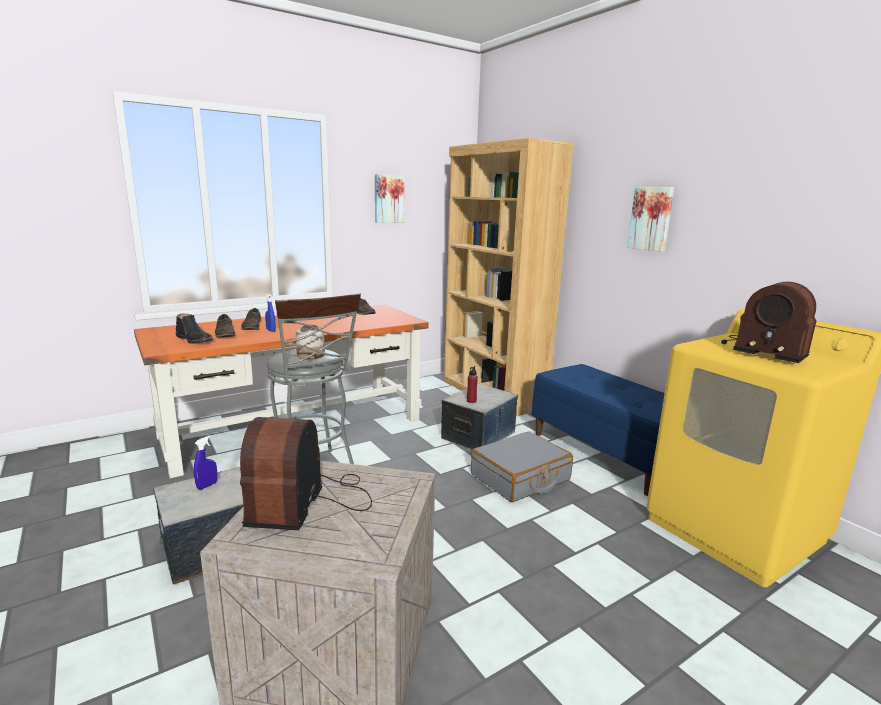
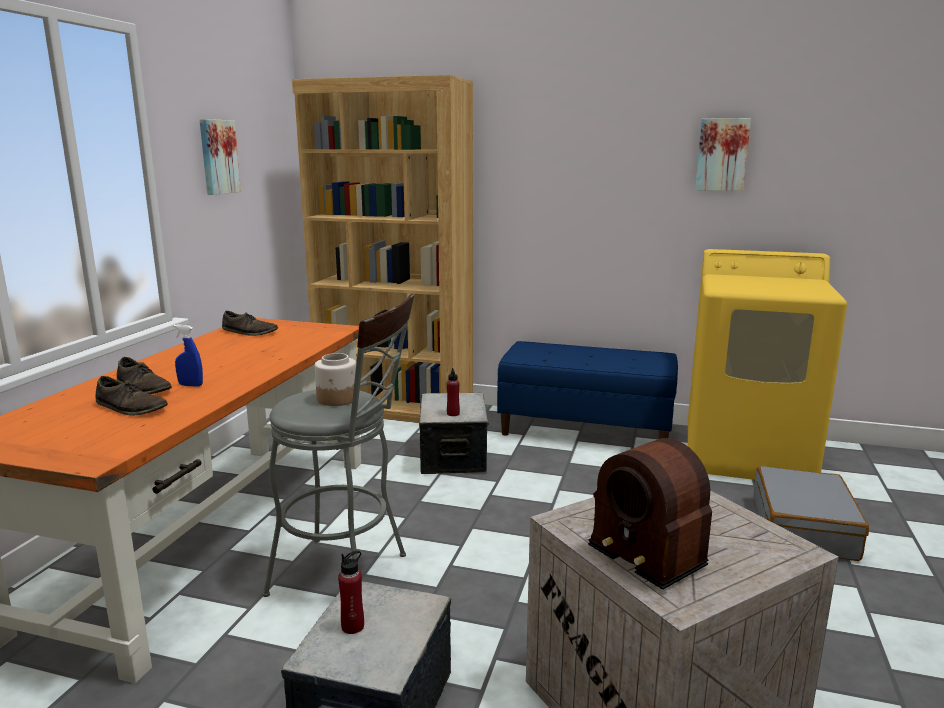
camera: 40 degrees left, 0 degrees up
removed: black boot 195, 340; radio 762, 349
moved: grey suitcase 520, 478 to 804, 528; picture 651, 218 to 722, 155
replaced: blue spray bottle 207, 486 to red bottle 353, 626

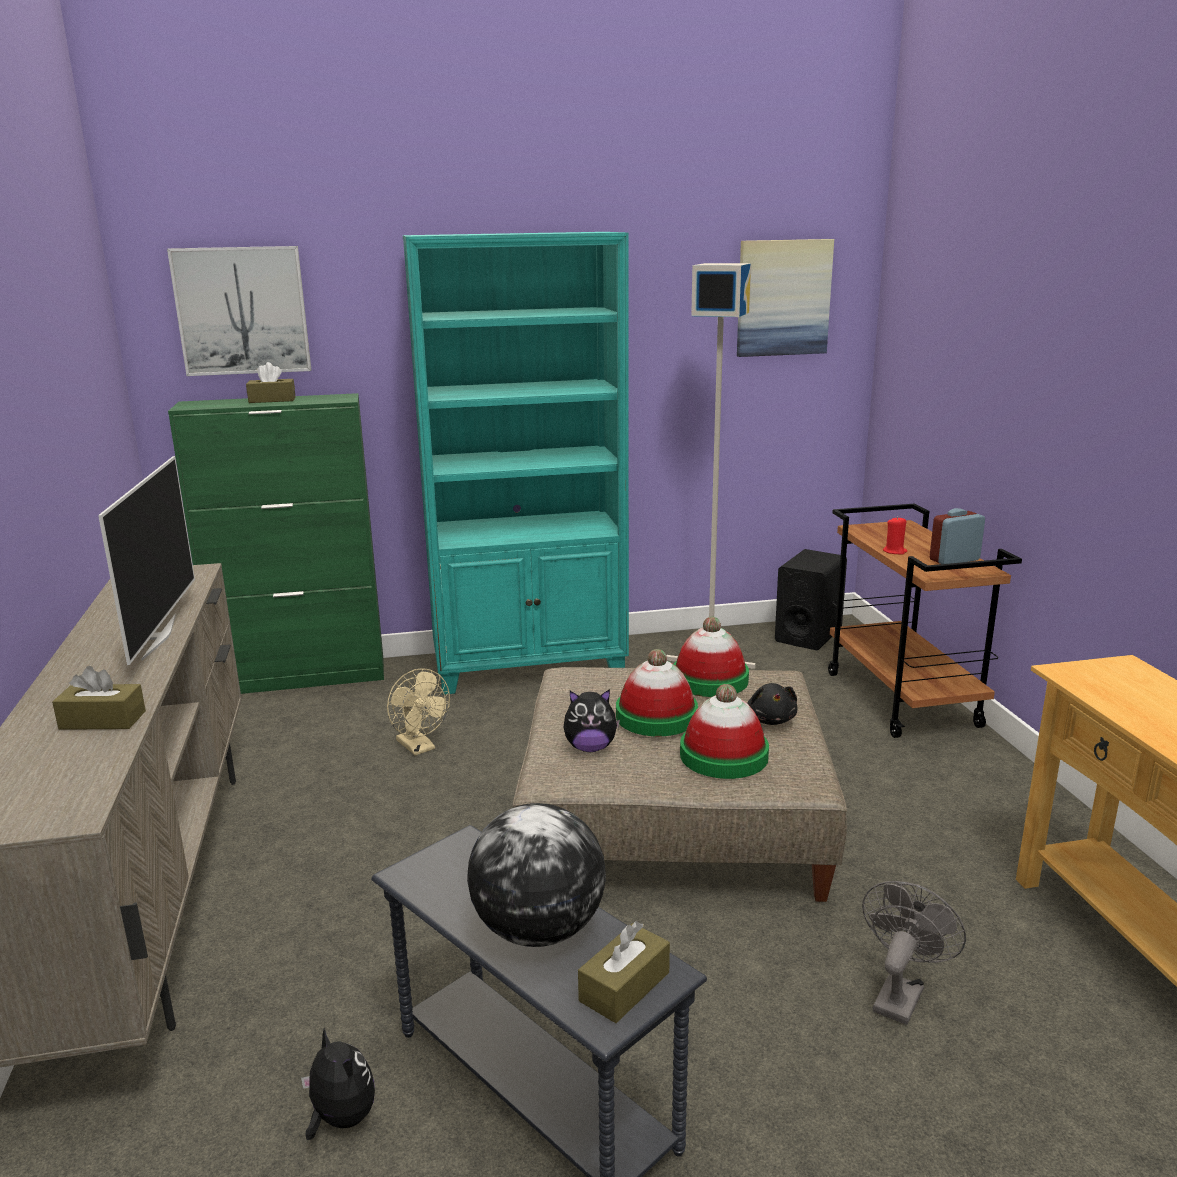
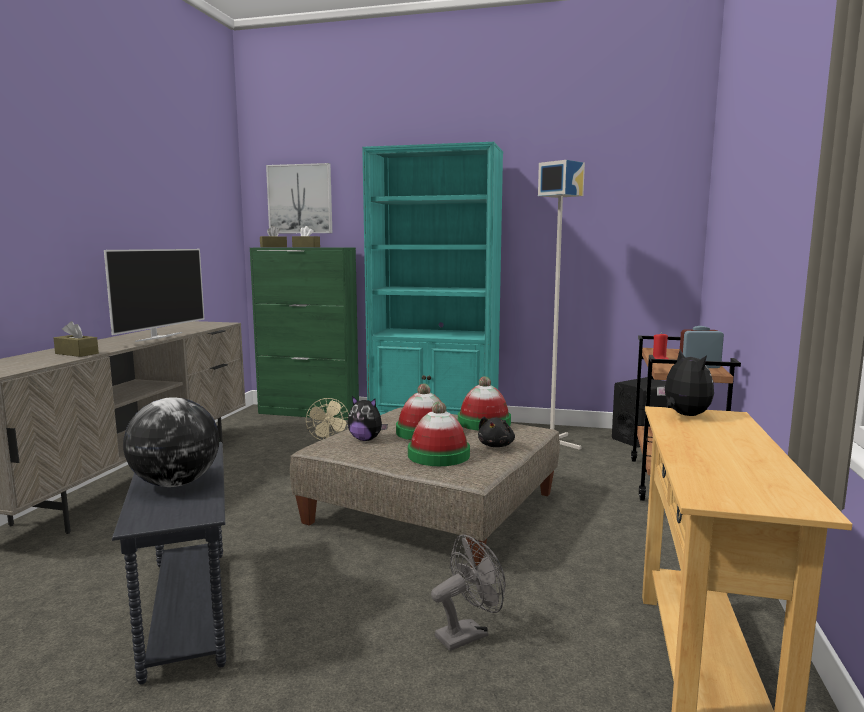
camera: 25 degrees right, 10 degrees down
removed: picture 783, 298
moved: plush toy 340, 1119 to 683, 415; brown tissue box 624, 986 to 273, 247

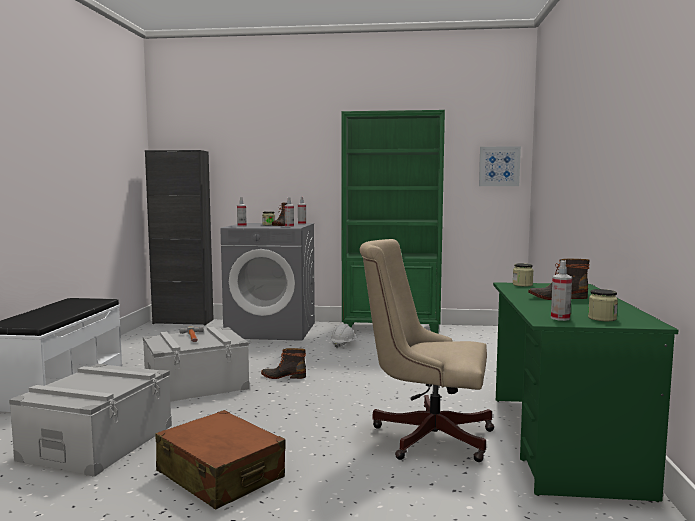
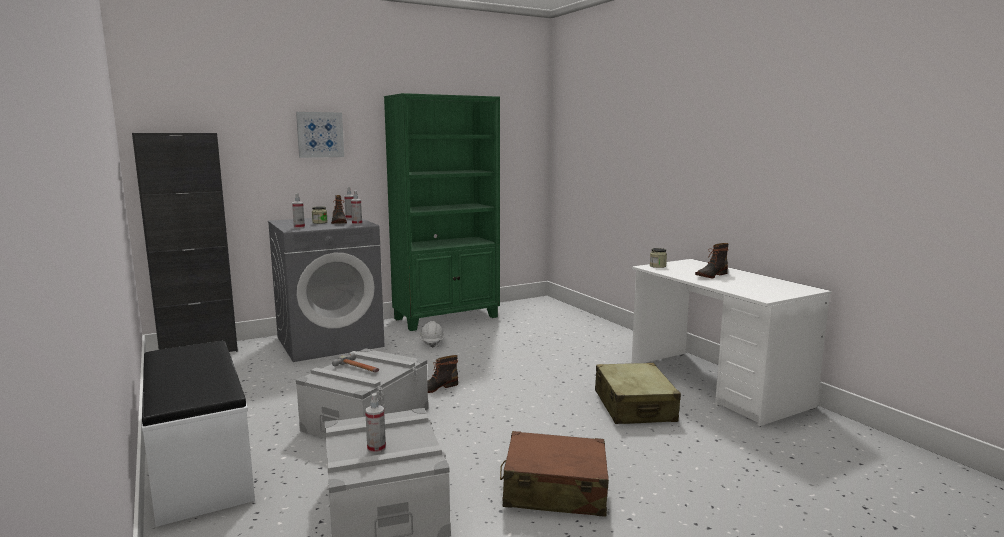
camera: 35 degrees left, 5 degrees up
removed: jar 602, 318
moved: picture 499, 166 to 320, 134; spray bottle 560, 318 to 376, 448
replaced: beige office chair 425, 435 to beige suitcase 634, 406
recoloured: green desk 562, 442 to white desk 716, 385

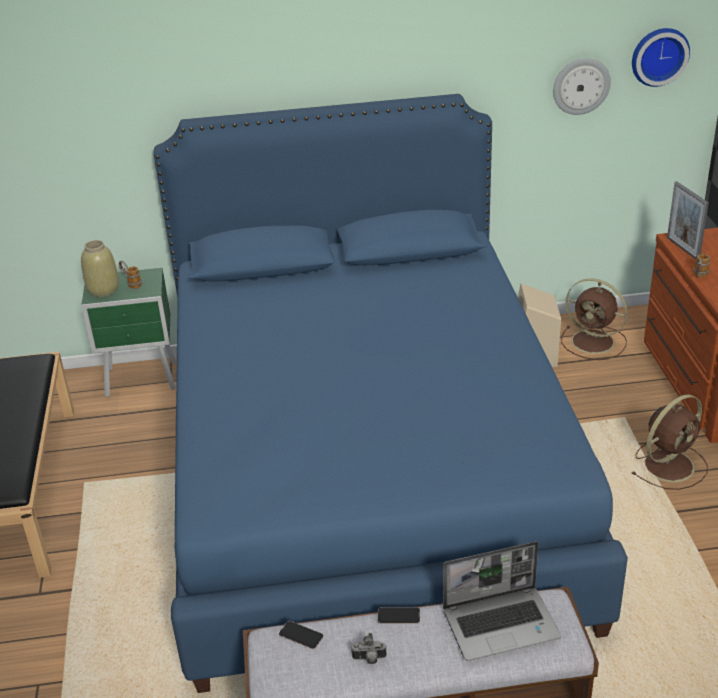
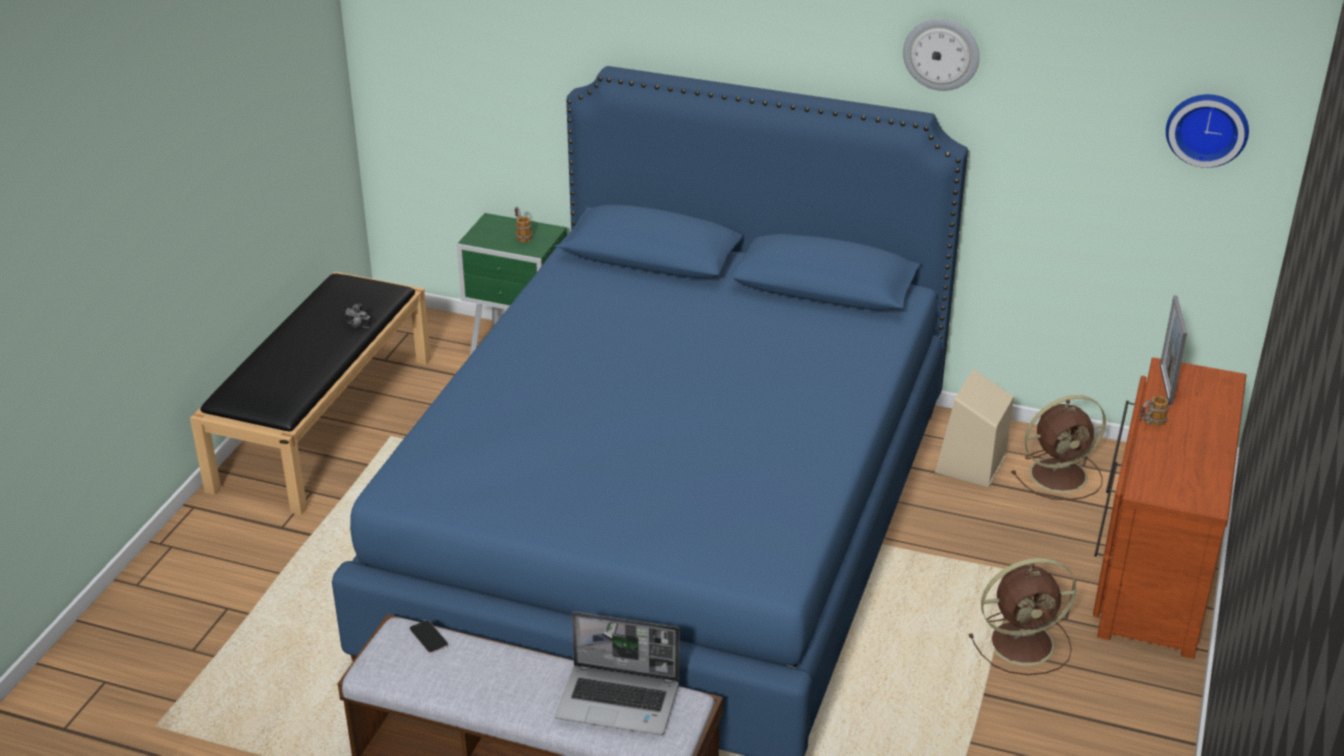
camera: 25 degrees right, 0 degrees up
removed: beige vase 103, 290; phone 398, 616
moved: photo camera 369, 659 to 357, 326; wall clock 581, 86 to 941, 53
turned: brown fan 594, 342 = 1060, 475 75 degrees counterclockwise

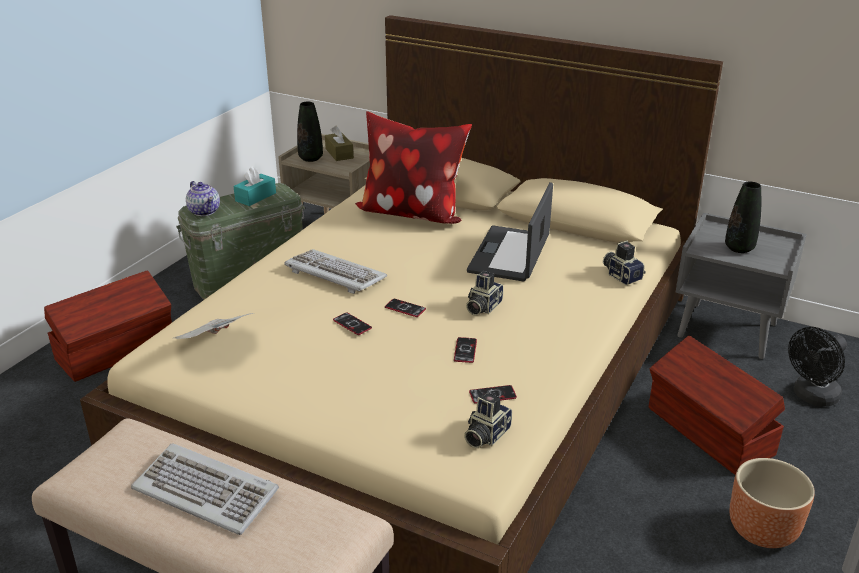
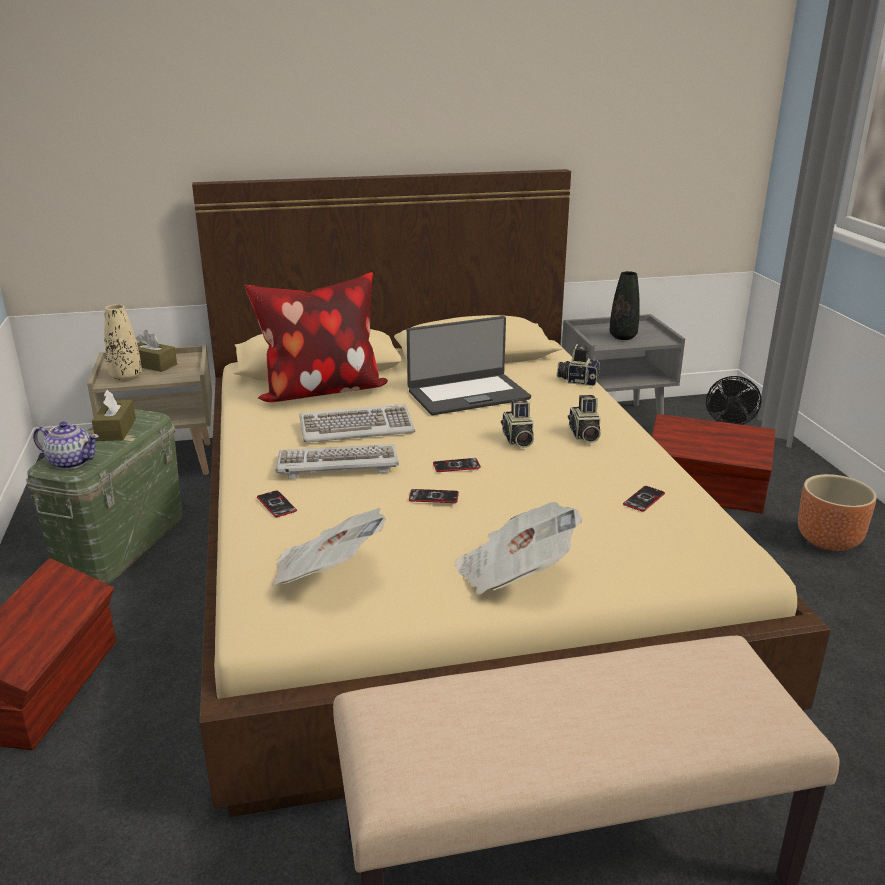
camera: 40 degrees left, 5 degrees down
added: newspaper 514, 574
moved: keyboard 207, 491 to 357, 427; phone 465, 350 to 276, 504; photo camera 485, 435 to 584, 435
recoloured: turquoise tissue box 255, 197 to brown tissue box 116, 430; black vase 310, 158 to beige vase 126, 377
turned: laptop 510, 254 = 468, 394 90 degrees counterclockwise

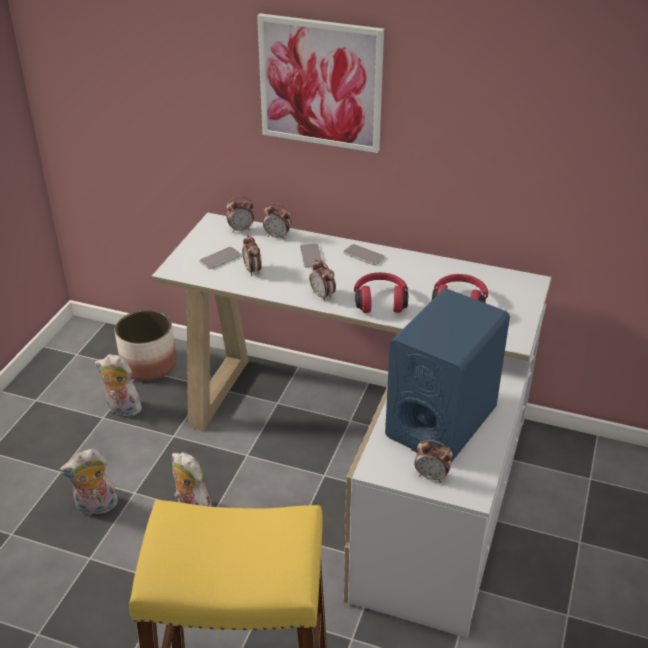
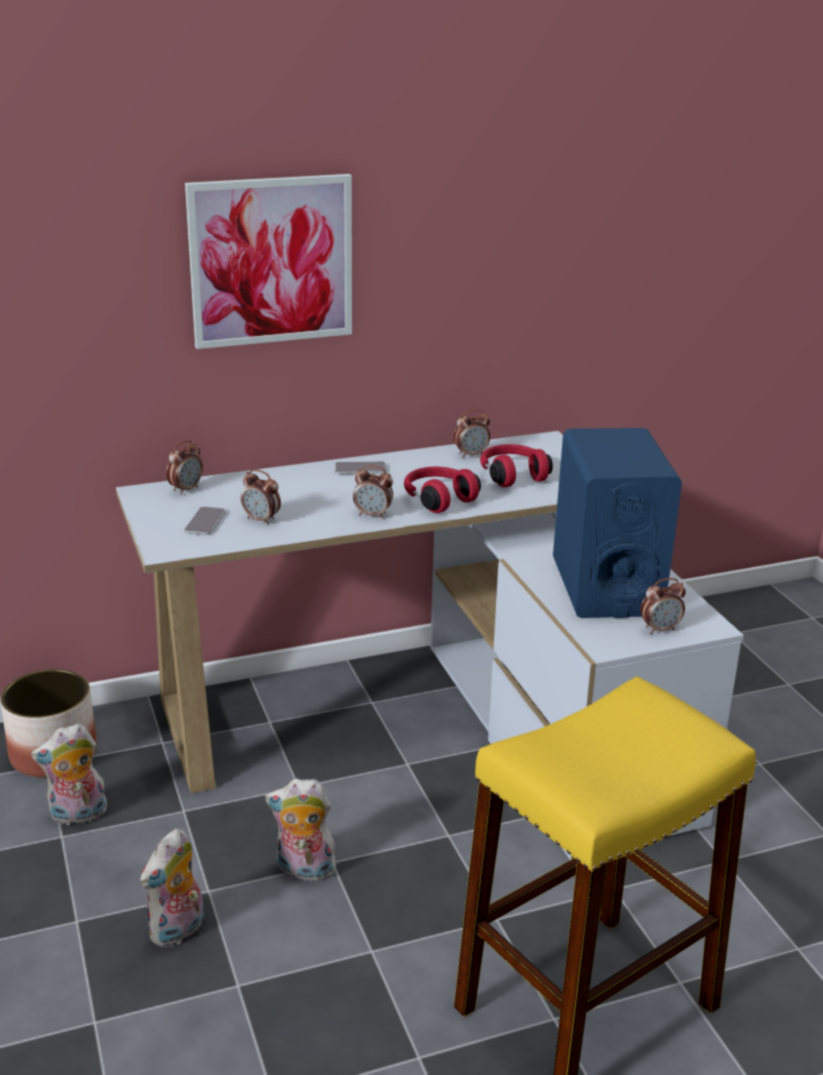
camera: 40 degrees left, 10 degrees down
removed: phone 311, 256
moved: alarm clock 277, 236 to 471, 455

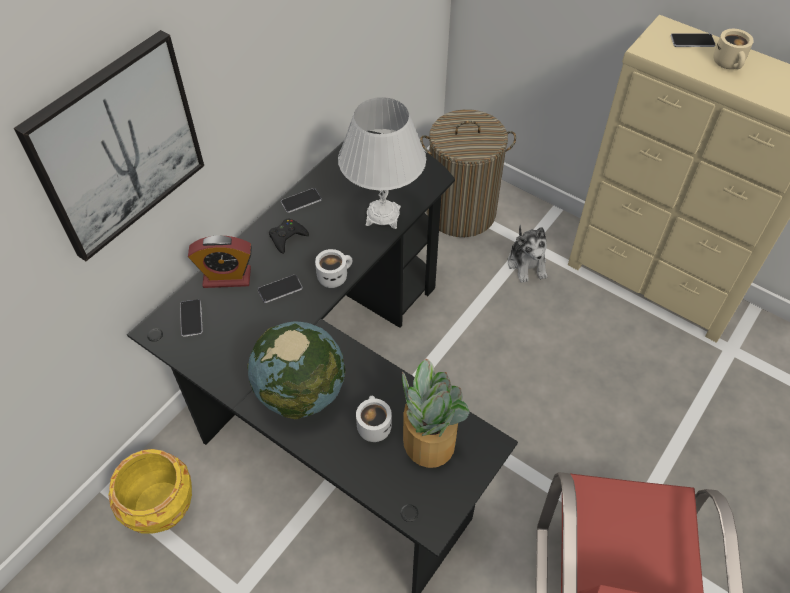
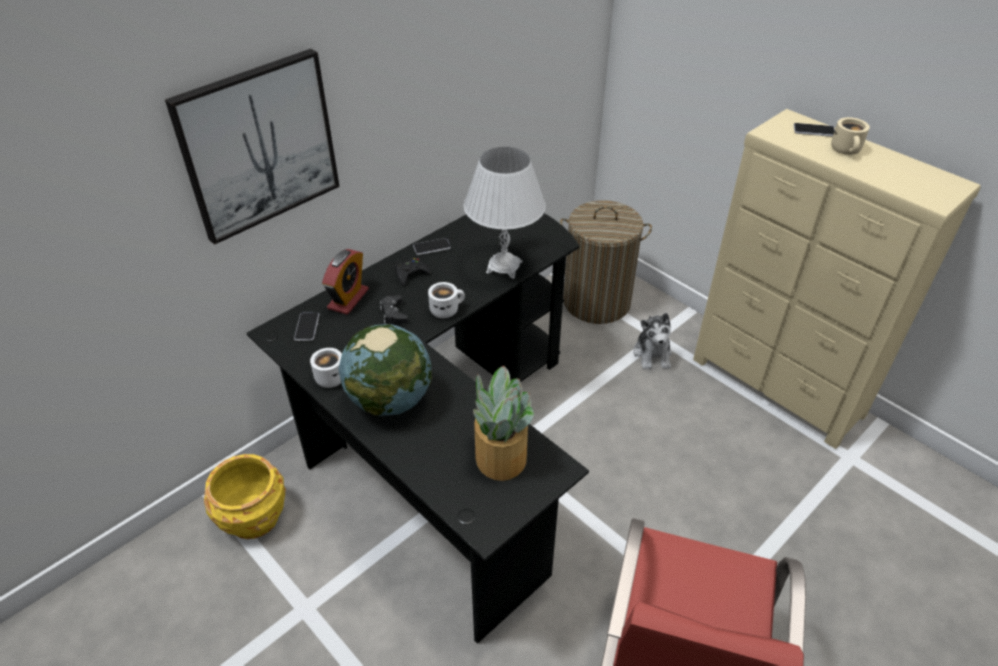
camera: 10 degrees right, 10 degrees down
moved: white mug 372, 426 to 330, 376
replaced: phone 280, 289 to black game controller 393, 314
turned: alarm clock 227, 277 = 348, 299 75 degrees counterclockwise

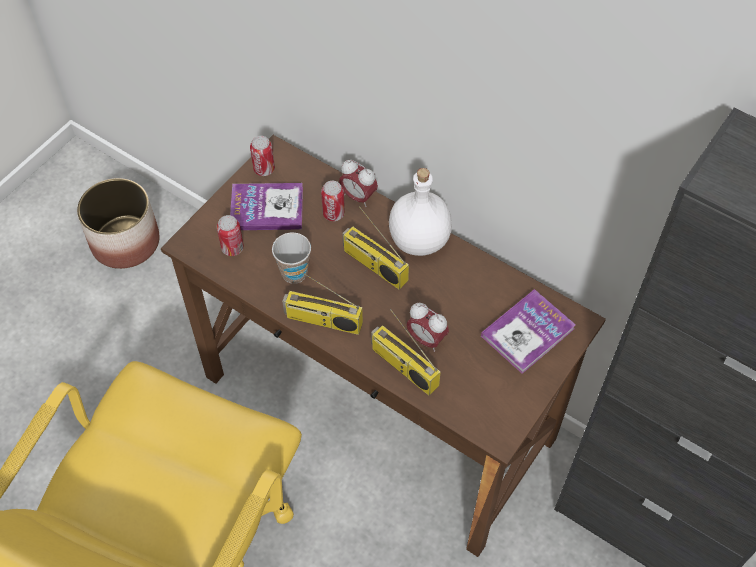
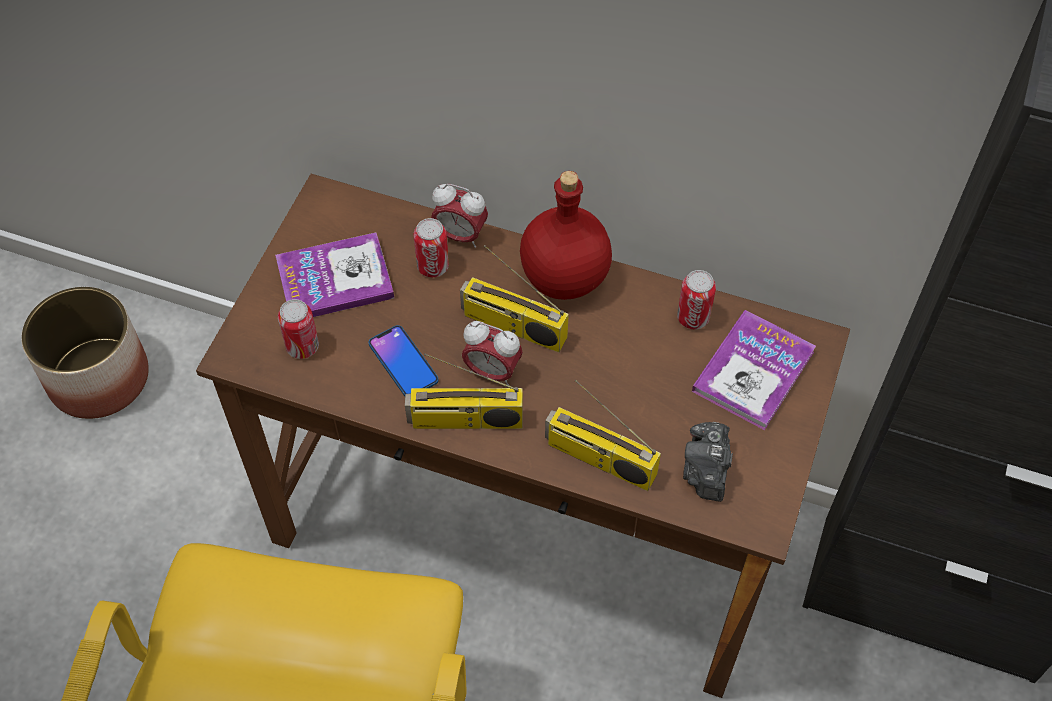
camera: 15 degrees left, 0 degrees up
added: photo camera 705, 472
moved: can 264, 169 to 693, 318; alarm clock 426, 339 to 492, 372
replaced: cup 294, 273 to phone 403, 362
recoloured: white bottle 419, 241 to red bottle 564, 279

